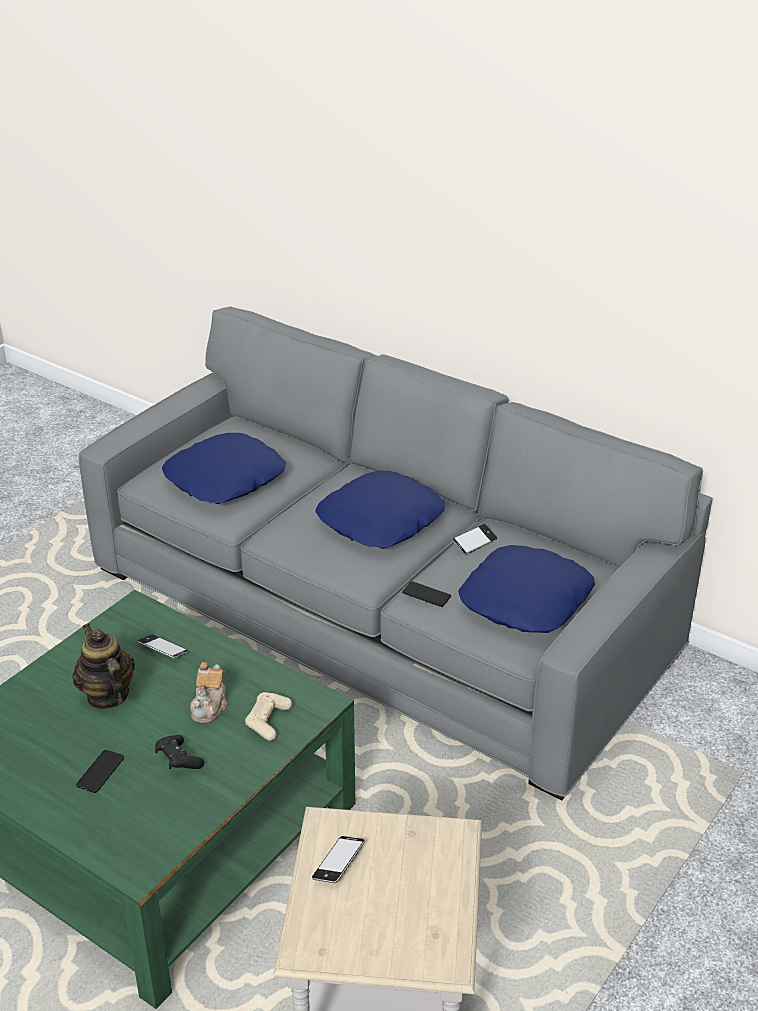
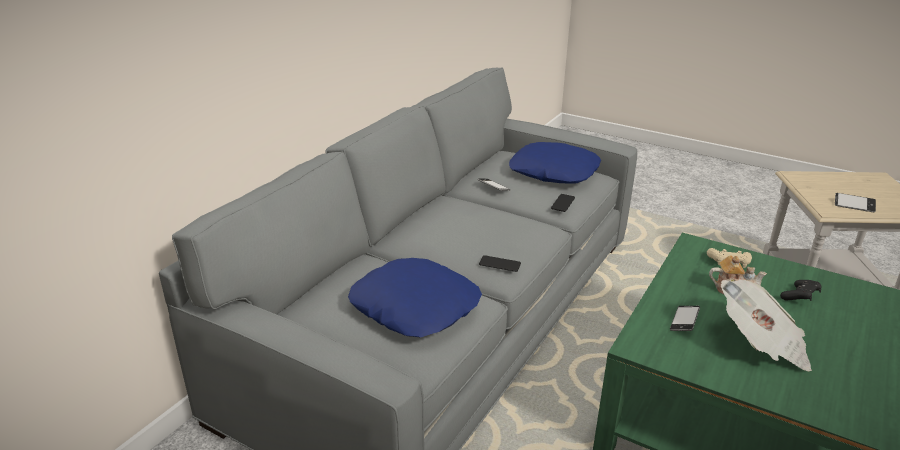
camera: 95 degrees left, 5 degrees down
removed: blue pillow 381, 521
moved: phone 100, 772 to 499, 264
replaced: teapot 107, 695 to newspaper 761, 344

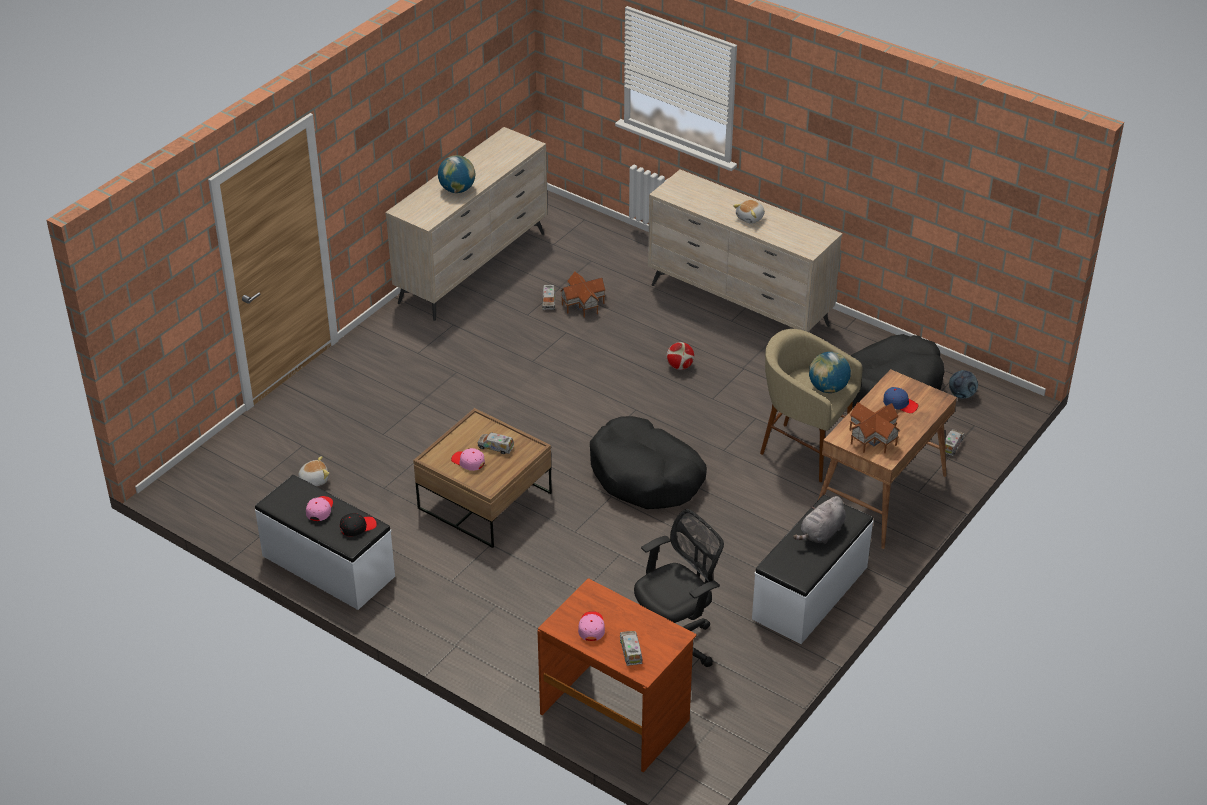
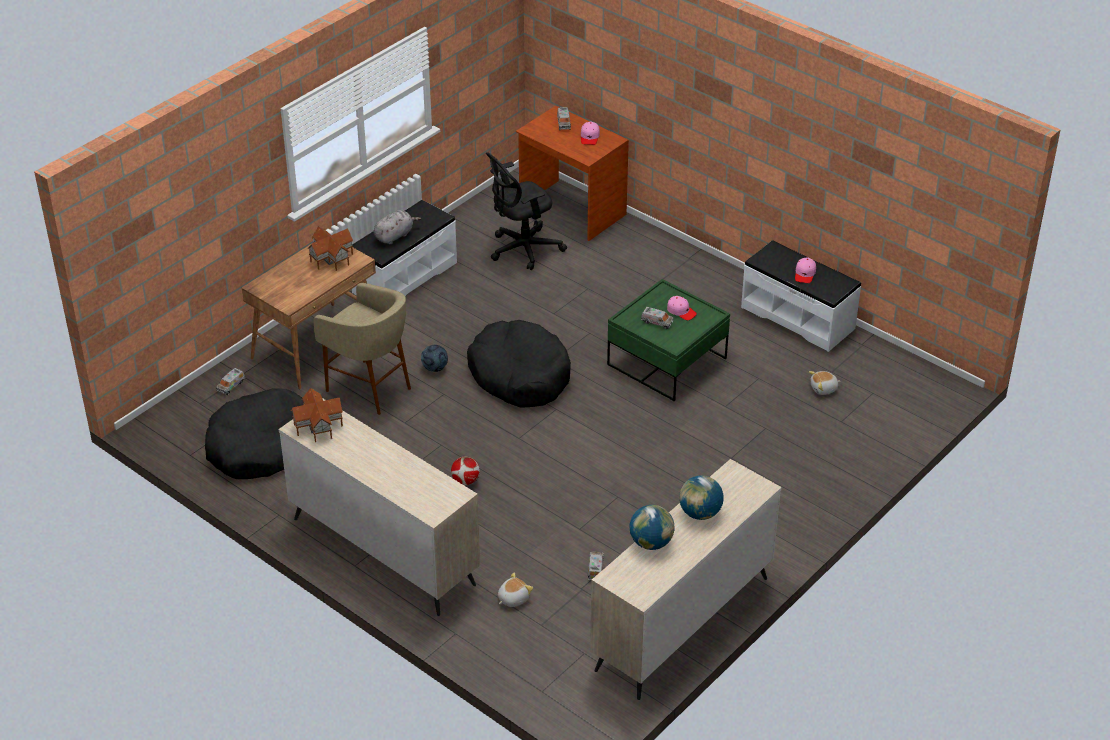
camera: 175 degrees left, 0 degrees up
removed: black cap 357, 527; blue cap 900, 404
moved: toy house 583, 303 to 317, 426; plush toy 750, 218 to 512, 598; globe 828, 388 to 651, 543; football 961, 395 to 435, 368
recoloured: brown coffee table 485, 501 to green coffee table 666, 361

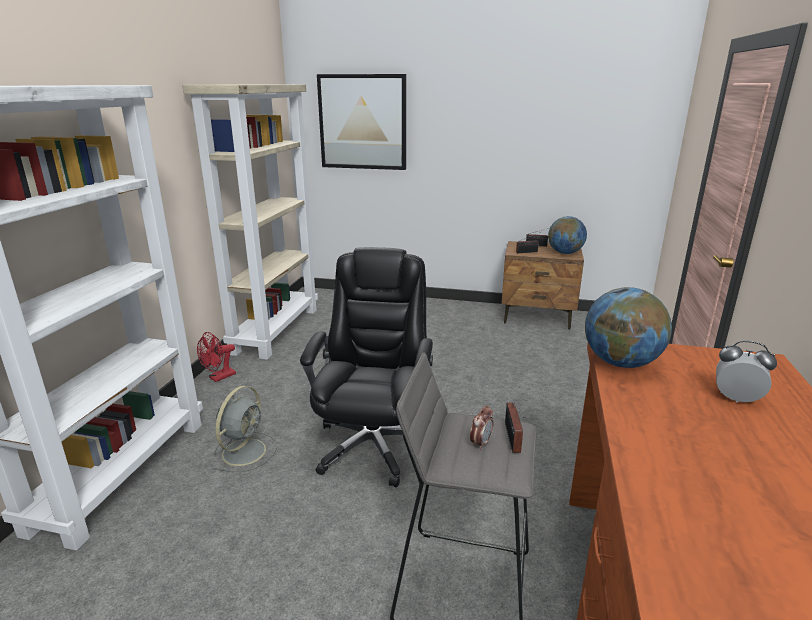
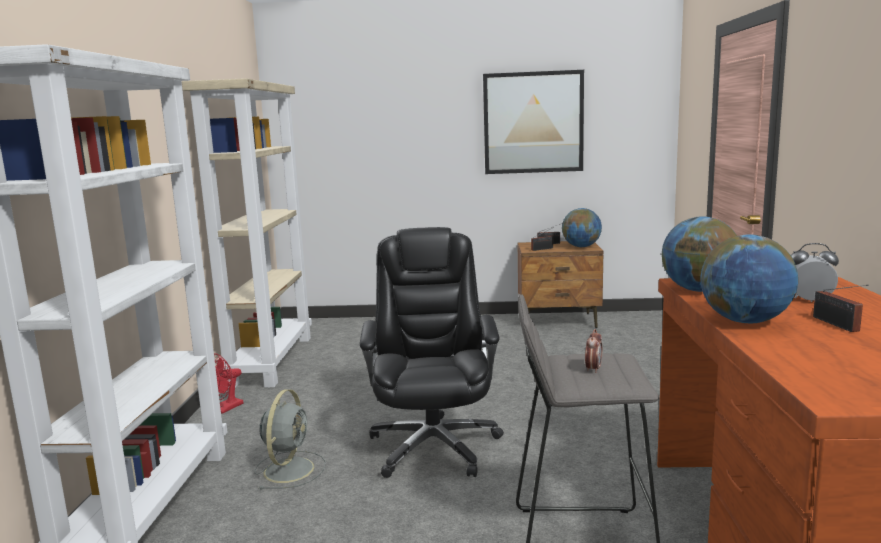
camera: 10 degrees left, 10 degrees down
added: globe 745, 321
moved: picture 363, 122 to 533, 122; radio 512, 439 to 837, 325

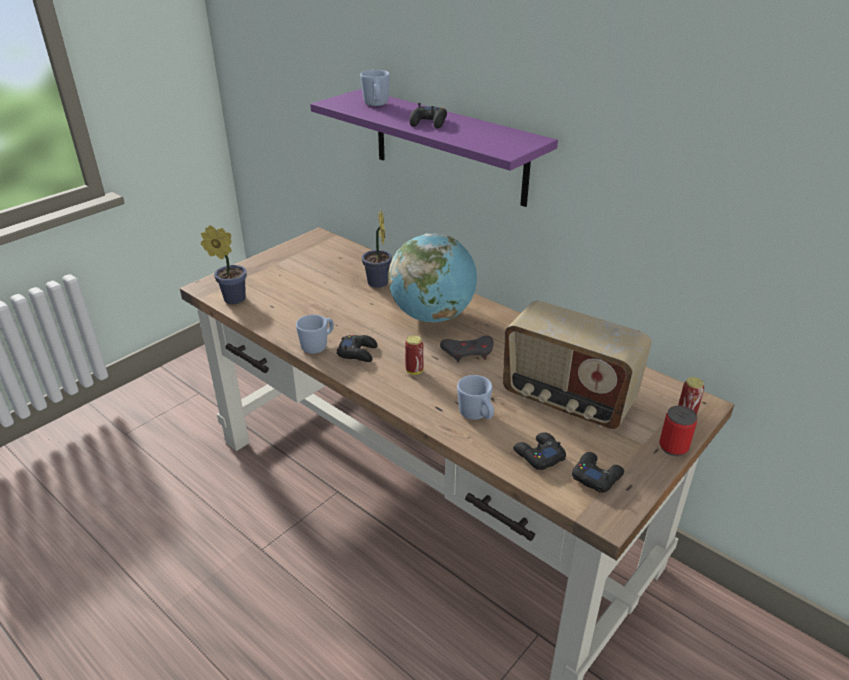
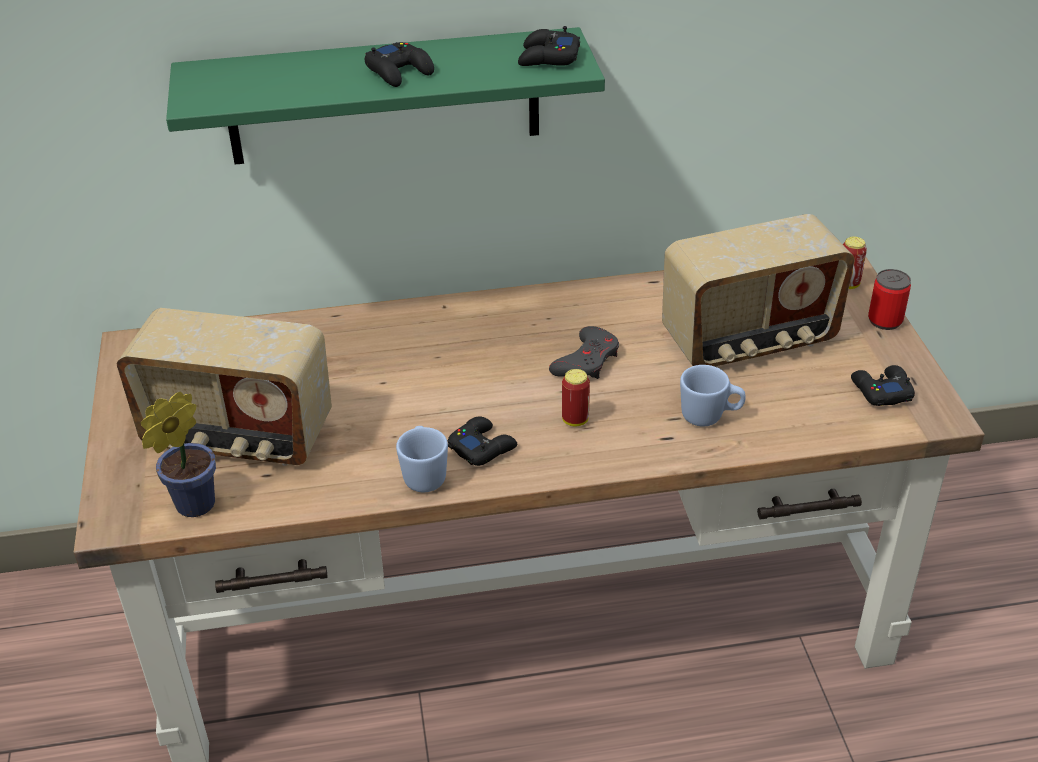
camera: 50 degrees left, 5 degrees up
removed: blue mug 376, 105; potted plant 378, 284; globe 432, 316
added: radio 238, 438
moved: black game controller 538, 455 to 548, 58
recoloured: purple shelf 449, 147 to green shelf 384, 97

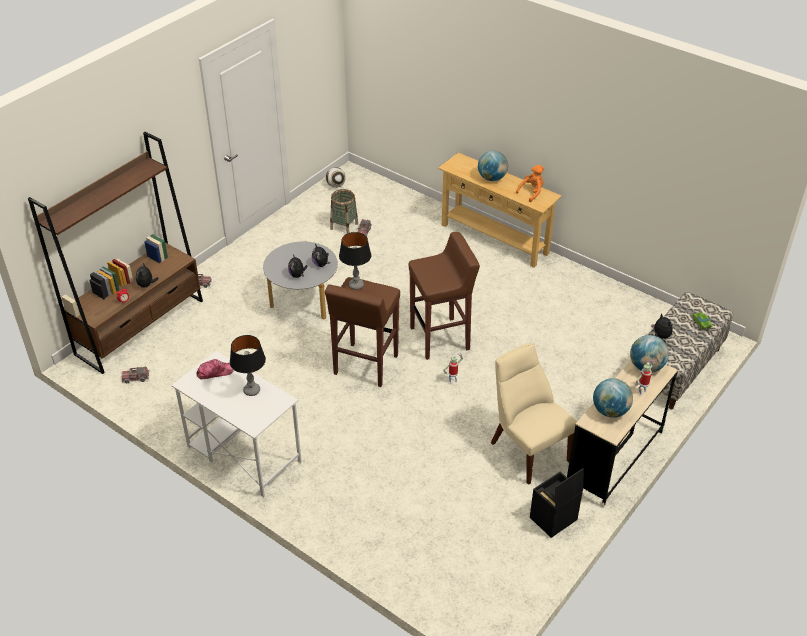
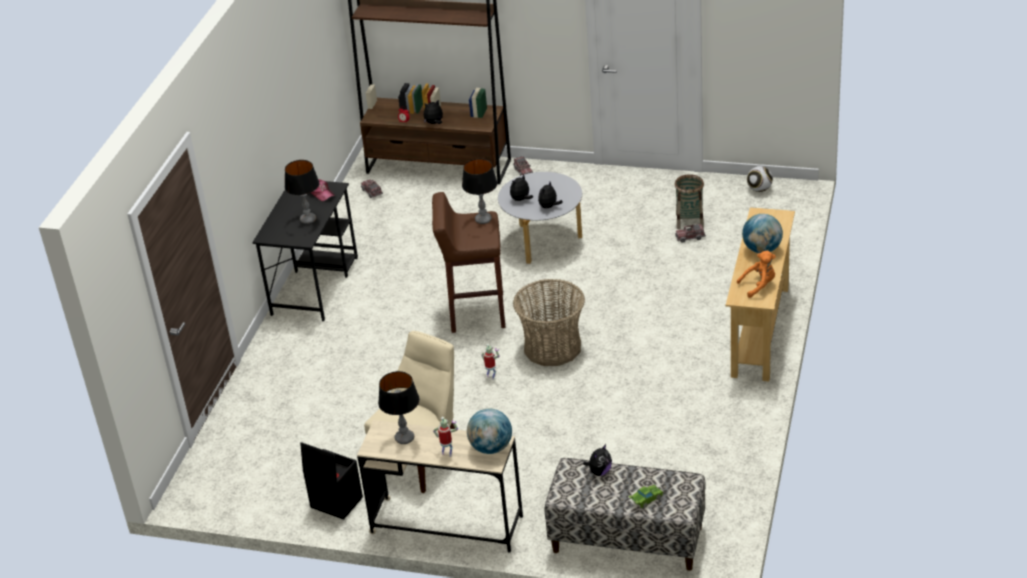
camera: 70 degrees right, 5 degrees down
replaced: brown stool 441, 338 to basket 552, 347; globe 610, 411 to table lamp 404, 438
recoloured: white desk 243, 453 to black desk 315, 285
turned: orange plush toy 531, 192 = 759, 285 45 degrees counterclockwise

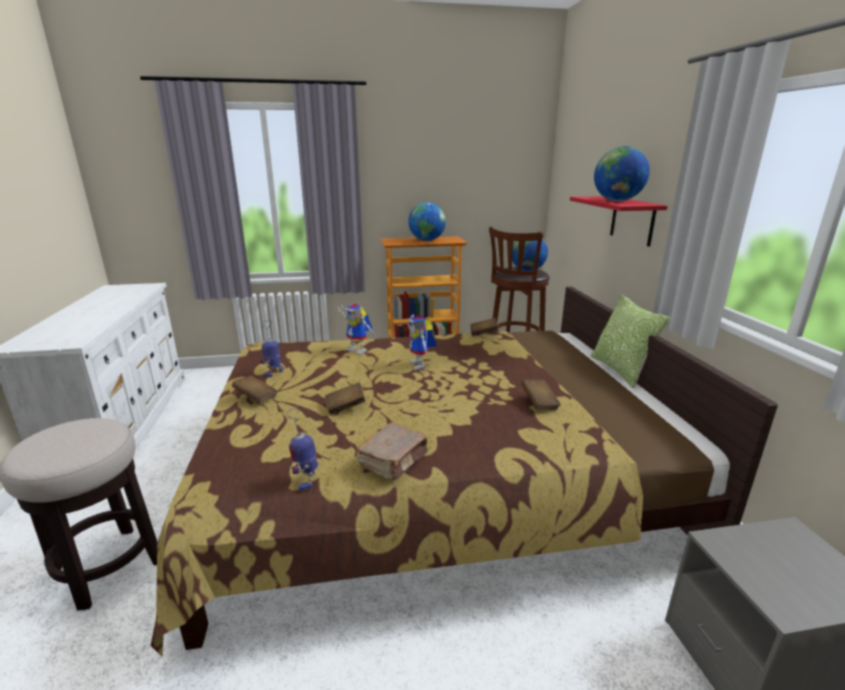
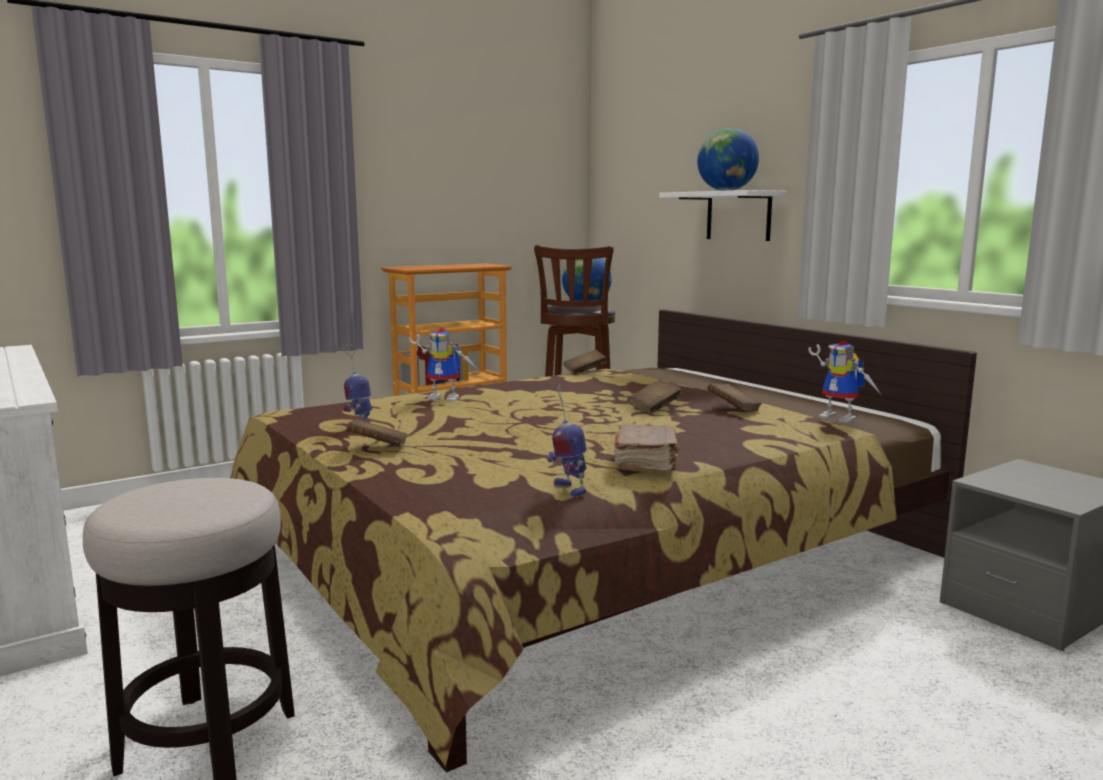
camera: 25 degrees left, 10 degrees down
removed: globe 427, 240; pillow 620, 370
moved: brown book 345, 407 to 654, 408; toy robot 421, 365 to 842, 418
recoloured: red shelf 632, 220 to white shelf 738, 216

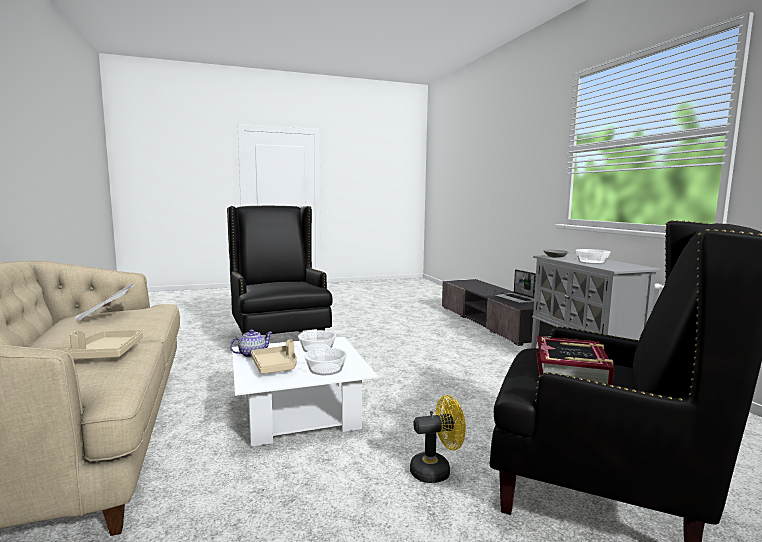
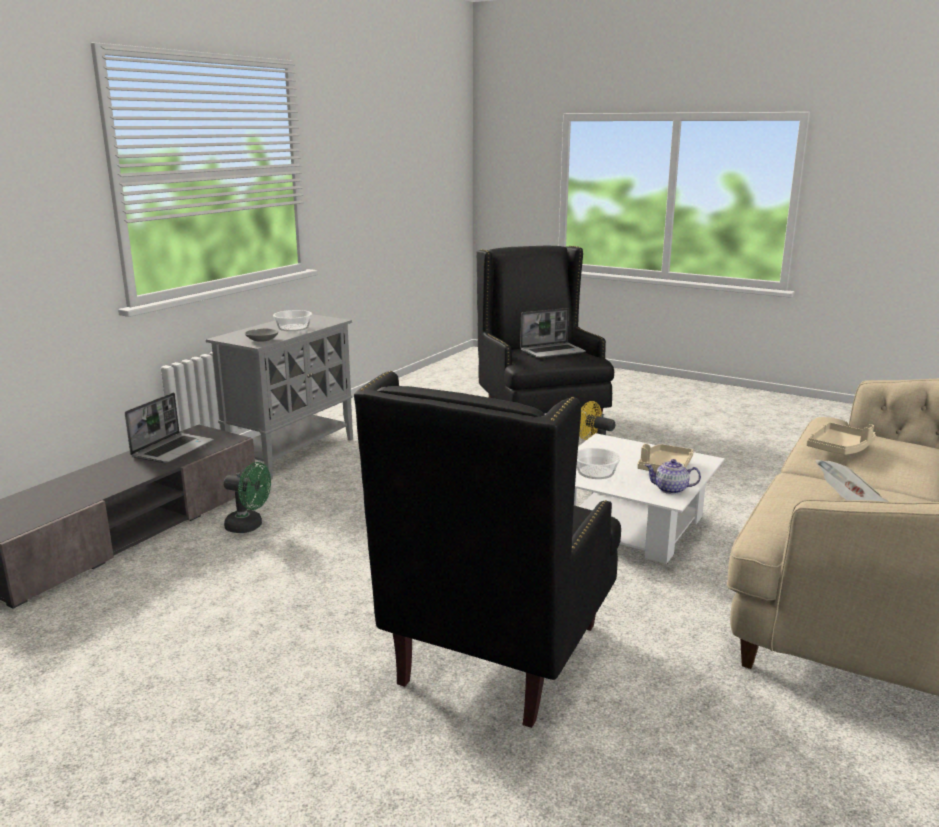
camera: 130 degrees left, 10 degrees up
removed: bowl 325, 369
added: green fan 249, 526
replaced: book 571, 370 to laptop 553, 351

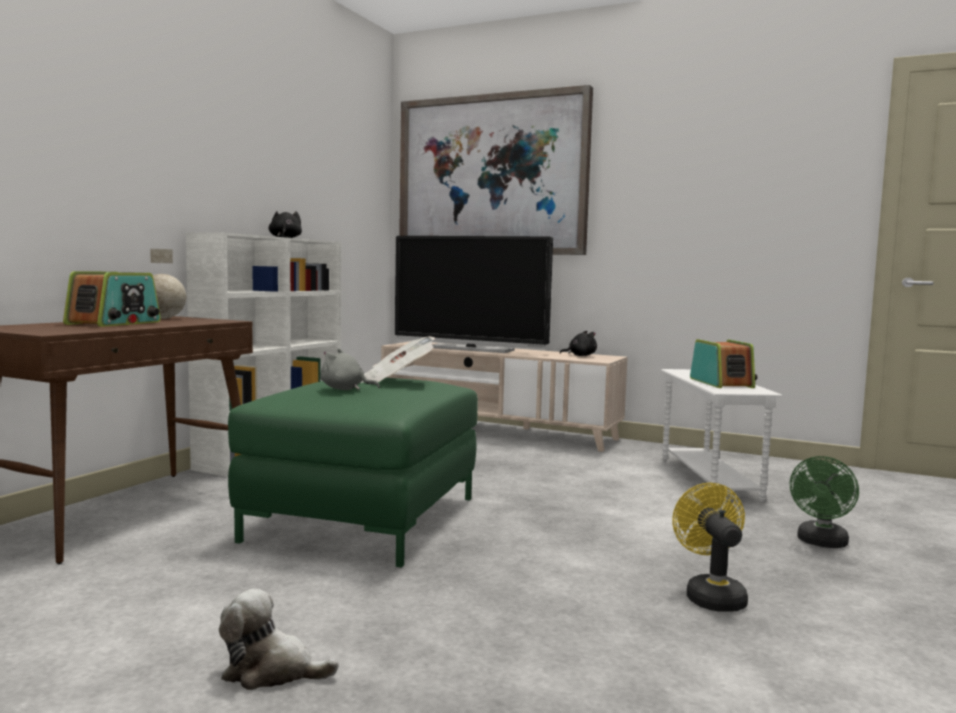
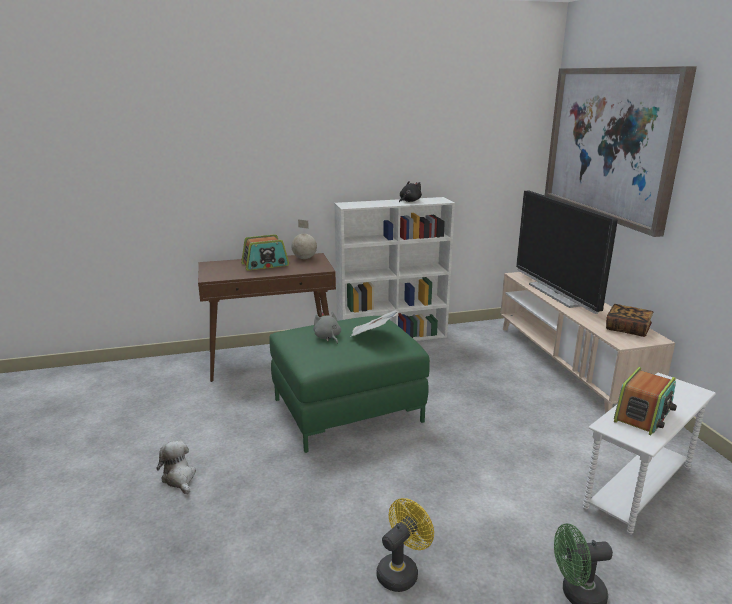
camera: 50 degrees right, 15 degrees up
replaced: black plush toy 580, 355 to book 627, 329

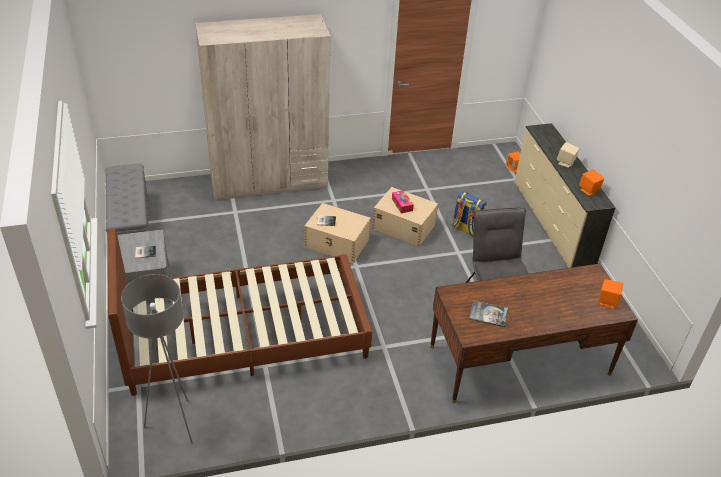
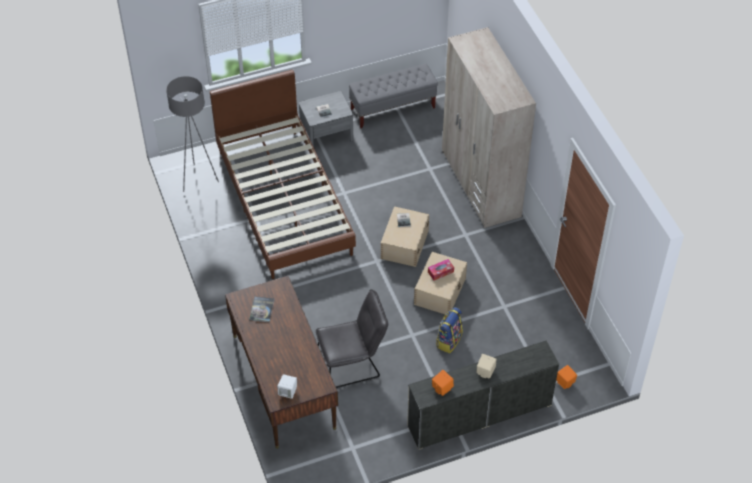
camera: 85 degrees right, 10 degrees up
recoloured: orange speaker 607, 302 to white speaker 288, 392

